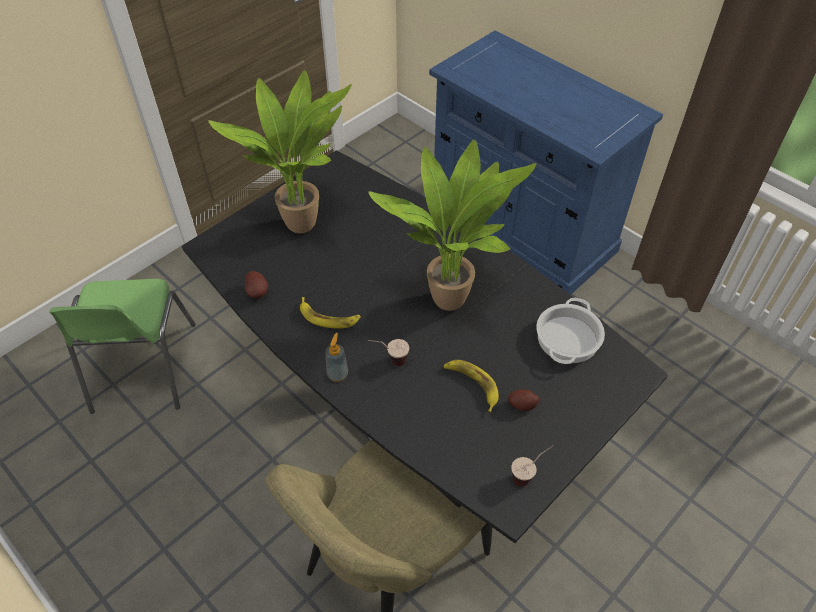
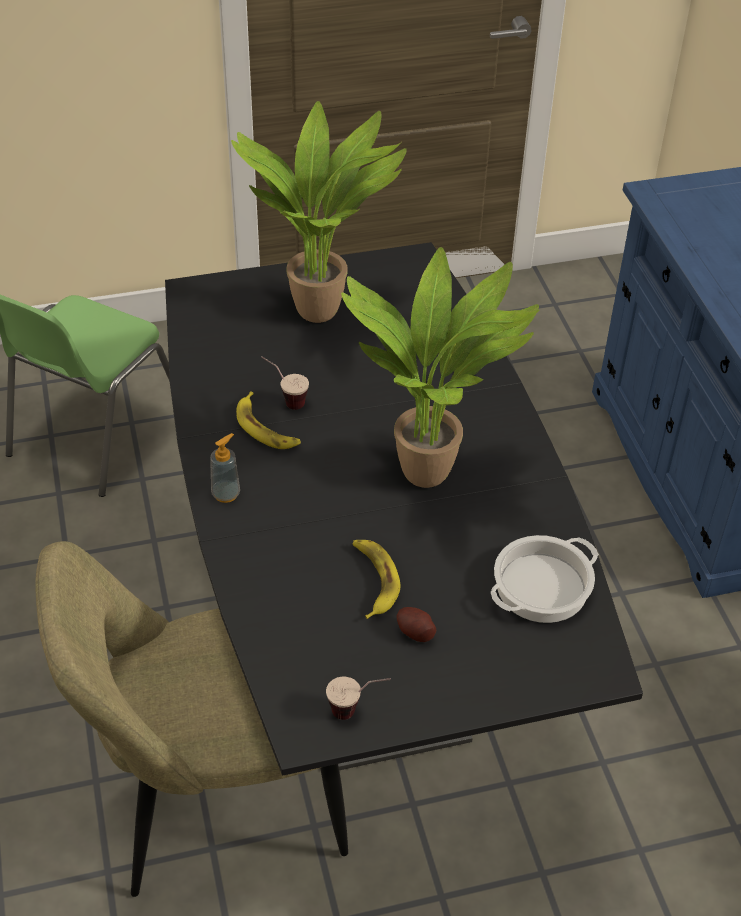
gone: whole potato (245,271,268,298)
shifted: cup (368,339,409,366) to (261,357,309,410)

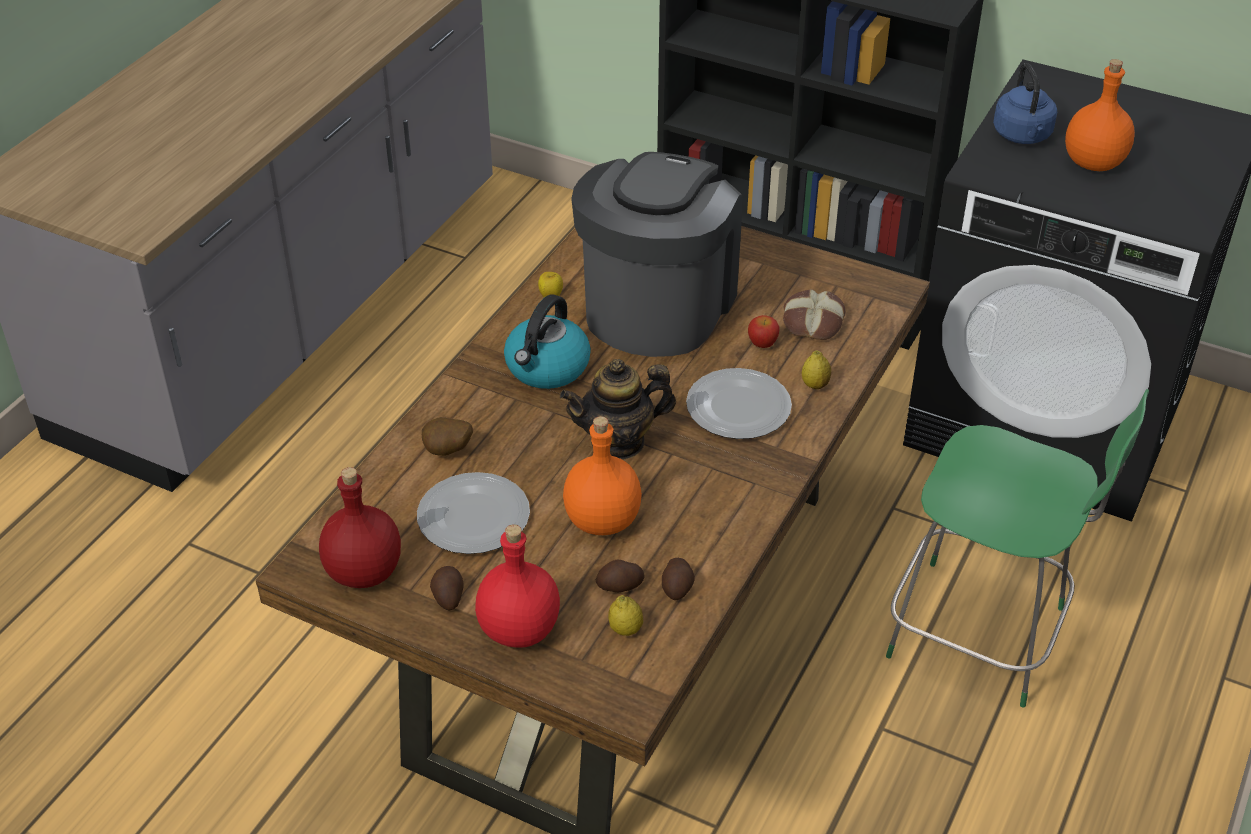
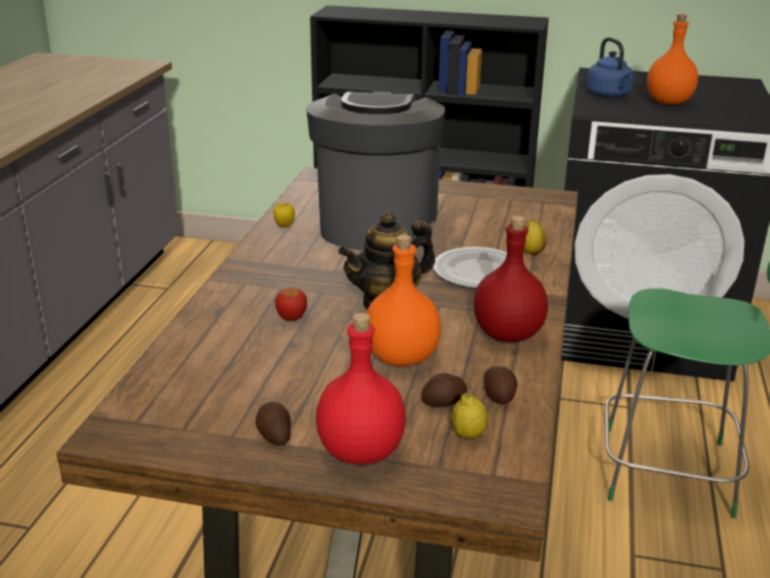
gone: bakery bread (783,289,845,340); water kettle (504,294,591,389); whole potato (422,417,473,456); dinner plate (417,472,530,554)
shifted: whole apple (748,315,780,348) to (275,288,307,321); beverage bottle (red) (319,467,401,588) to (474,216,548,342)

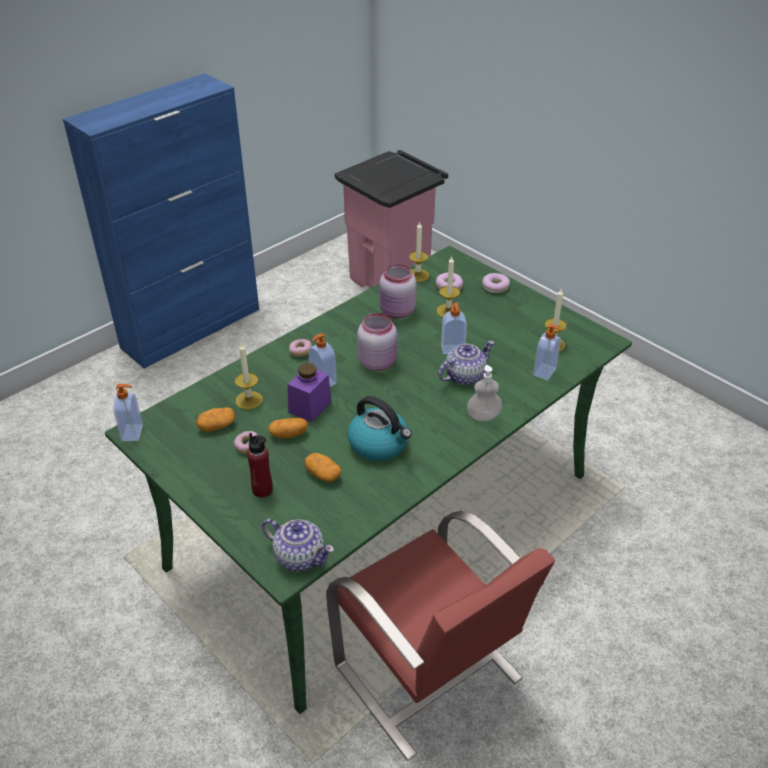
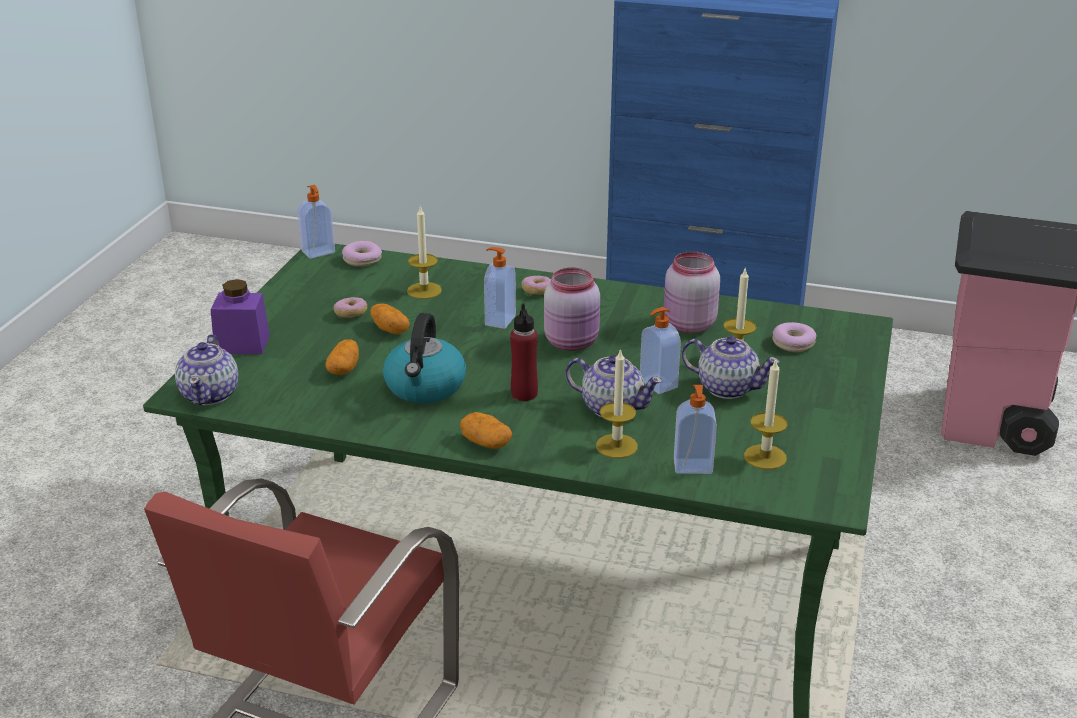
gone: liquid soap bottle (467,365,502,421)
new: tea pot (682,336,780,399)
shifted: wax candle (409,222,430,282) to (596,348,638,458); doughnut (482,273,510,293) to (342,241,382,267); preserve jar (purple) (287,363,332,423) to (211,279,270,354); whole potato (196,407,235,432) to (460,412,512,449); beverage bottle (red) (247,433,273,498) to (510,304,538,401)

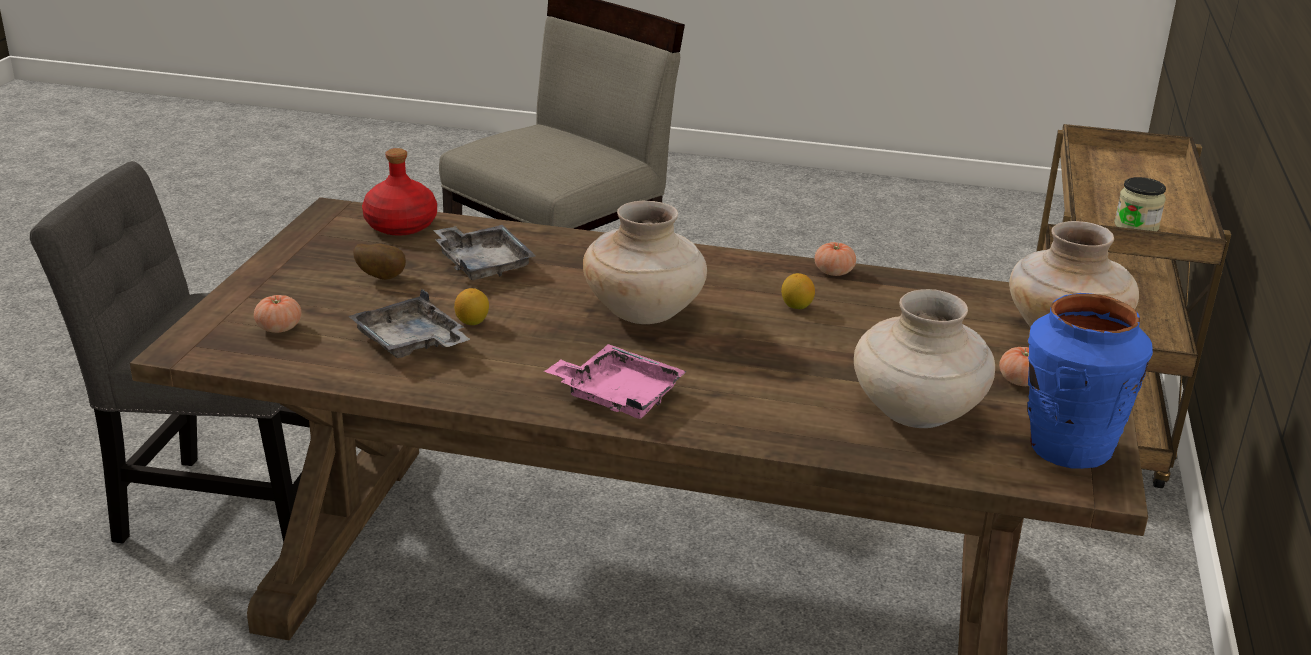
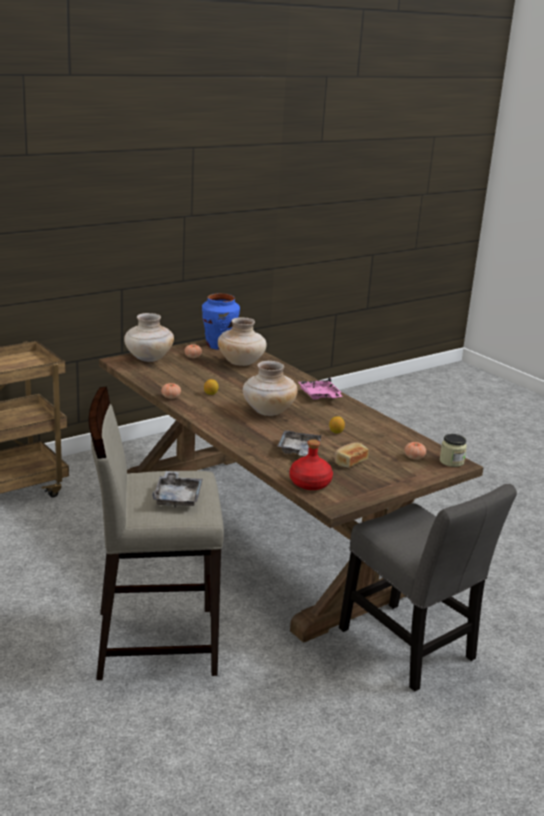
shifted: preserve jar (1114,177,1166,231) to (440,434,467,467); tray (grey) (348,289,470,358) to (152,471,203,508)
swapped: whole potato (353,244,406,280) to bakery bread (334,442,369,468)

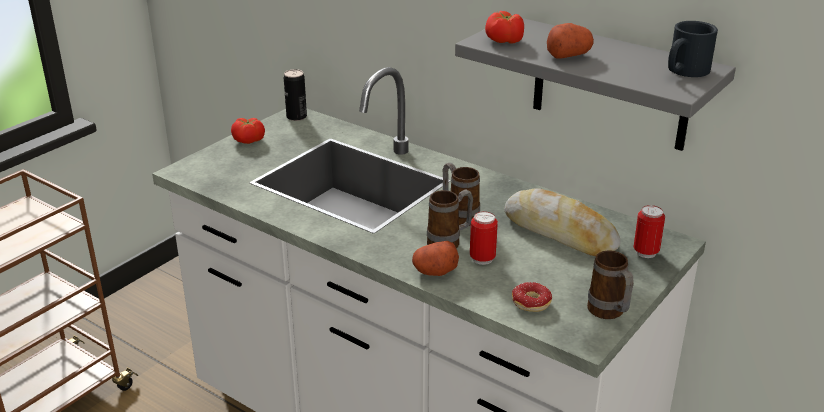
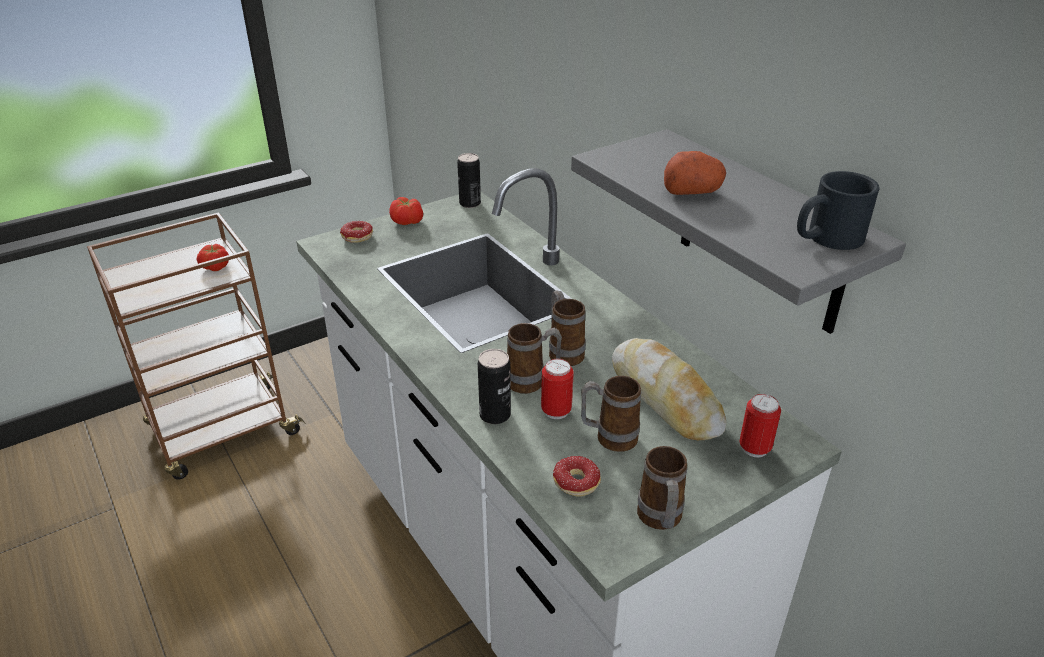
new: doughnut (340,221,373,243); mug (581,376,641,452)
shifted: tomato (485,11,524,44) to (196,244,229,271)
swapped: whole potato (412,241,459,276) to can (478,349,511,424)

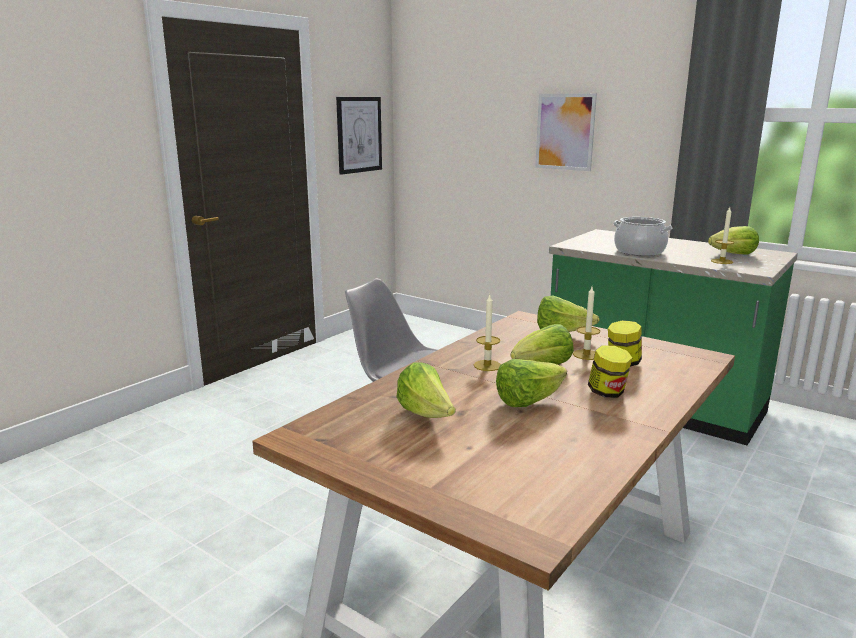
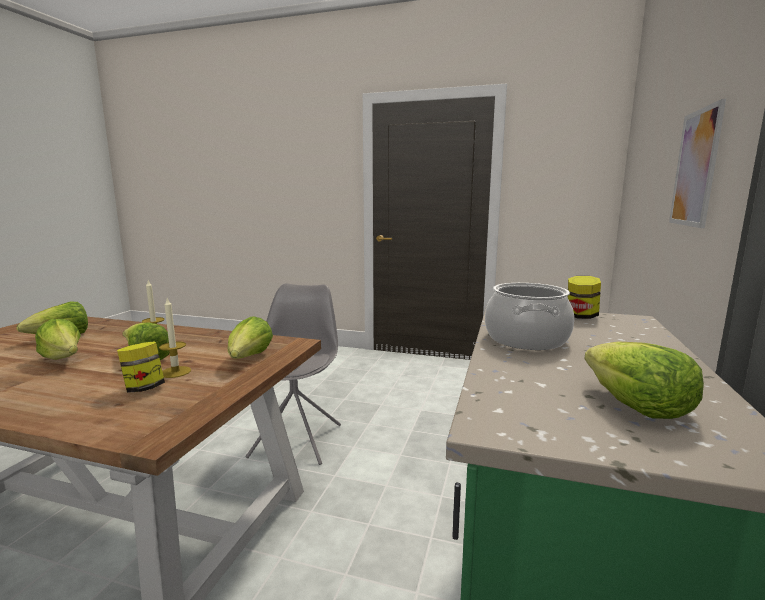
gone: picture (336,97,382,175); wax candle (711,207,734,264)
shifted: preserve jar (588,346,632,398) to (567,276,601,319)

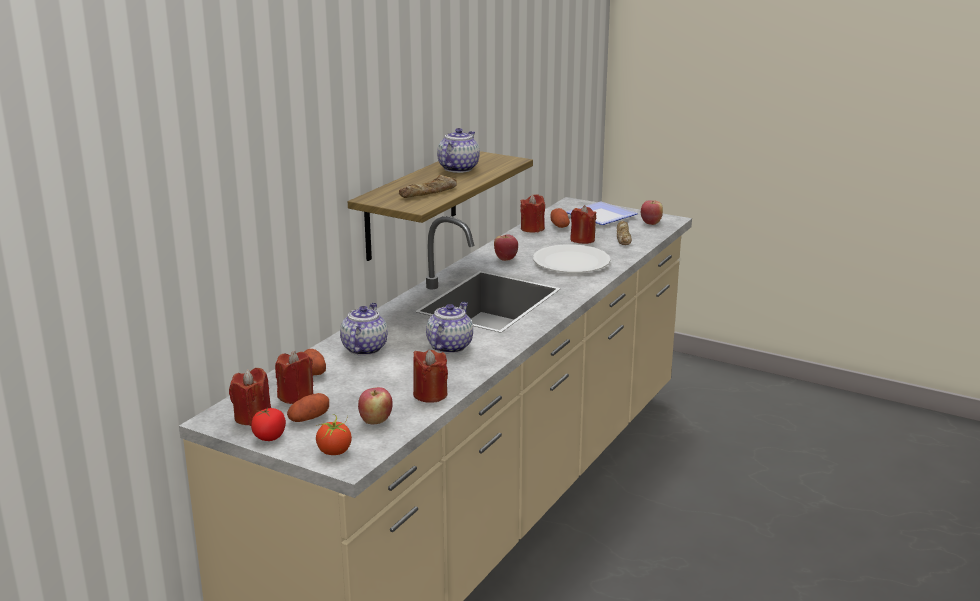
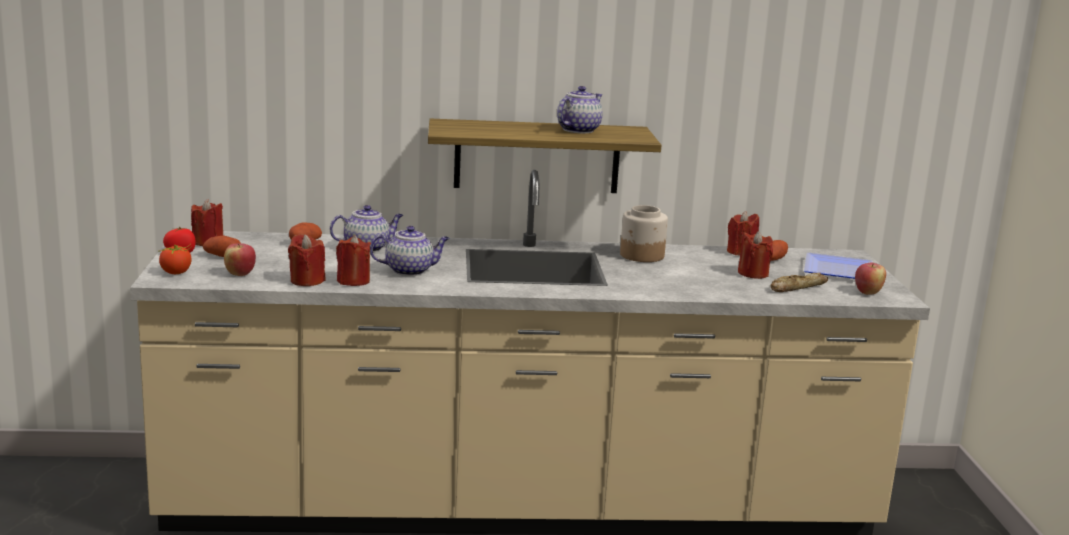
gone: bakery bread (399,175,457,198); dinner plate (whitish) (533,245,610,273)
shifted: wax candle (red) (275,351,313,404) to (336,235,371,286)
swapped: whole apple (494,234,518,261) to preserve jar (620,205,668,262)
rotated: tea pot (437,128,480,173) = (557,86,603,134) 45 degrees counterclockwise

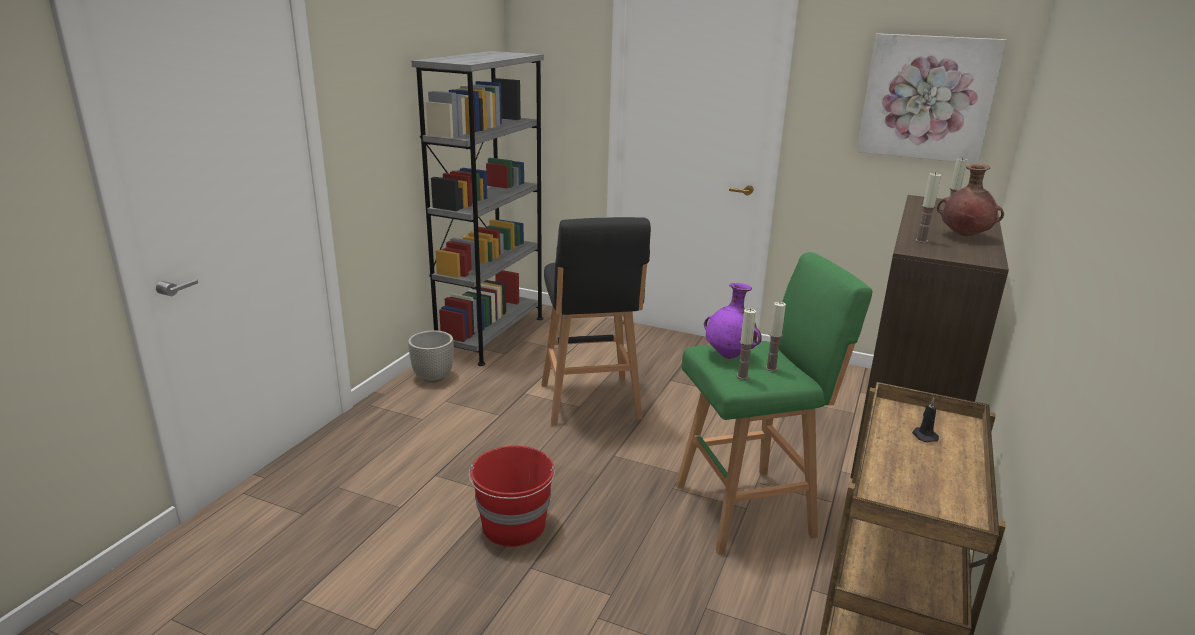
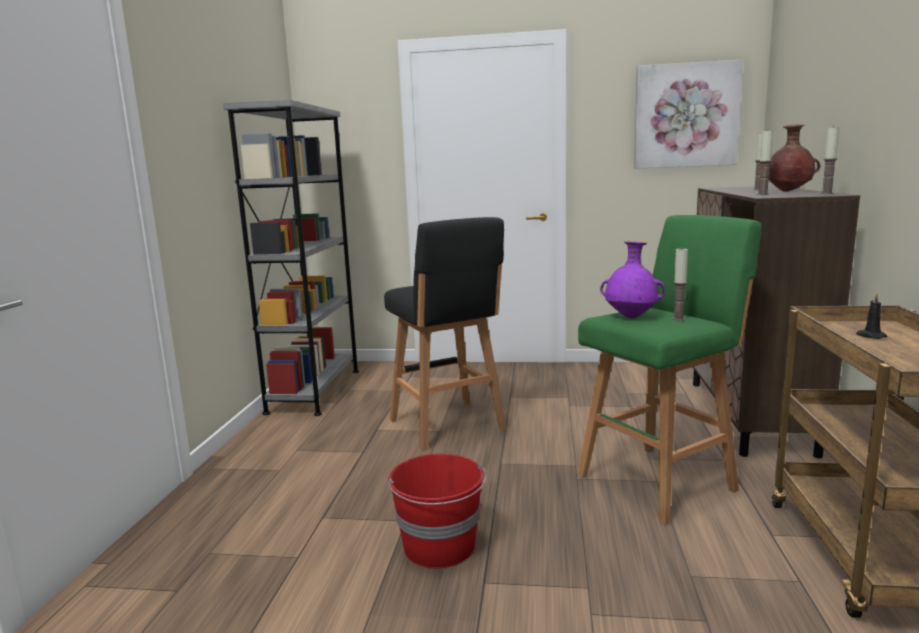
gone: flower pot (408,330,454,383)
shifted: wax candle (736,309,756,380) to (821,126,840,194)

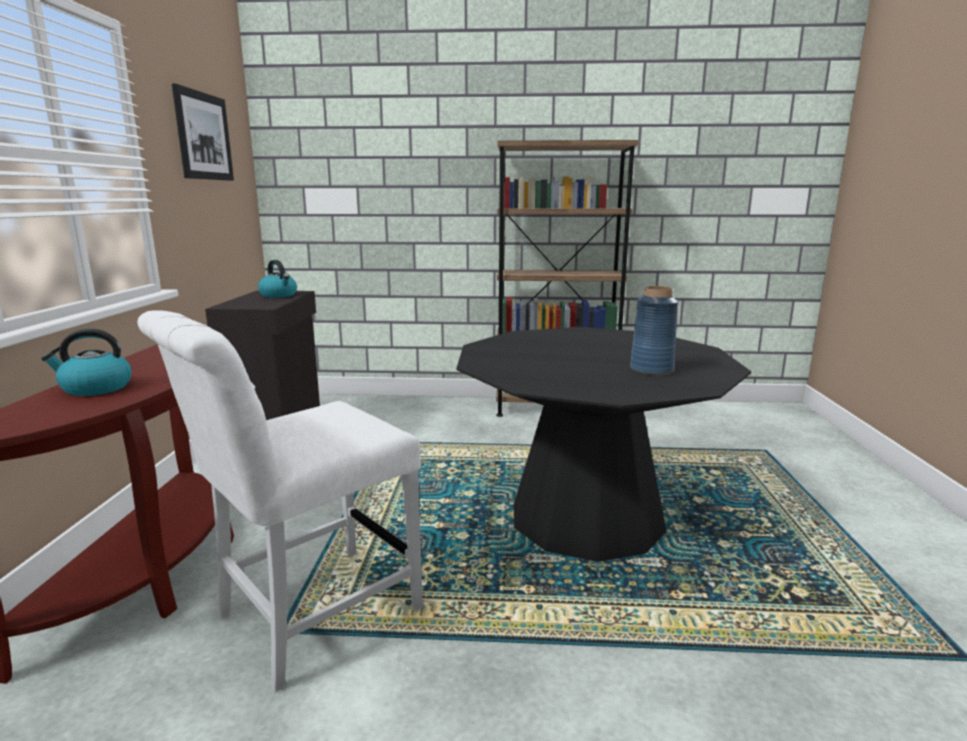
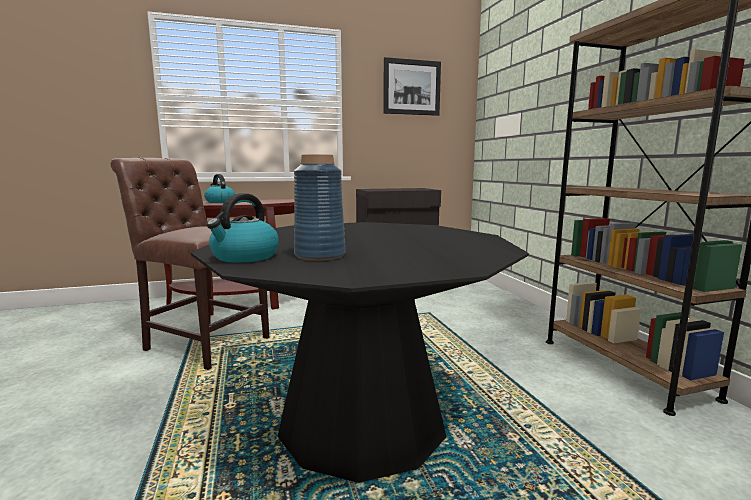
shifted: water kettle (258,260,297,298) to (207,193,279,263)
repainted: upright chair (whitish) (138,310,423,692) to upright chair (brownish) (110,158,269,370)

